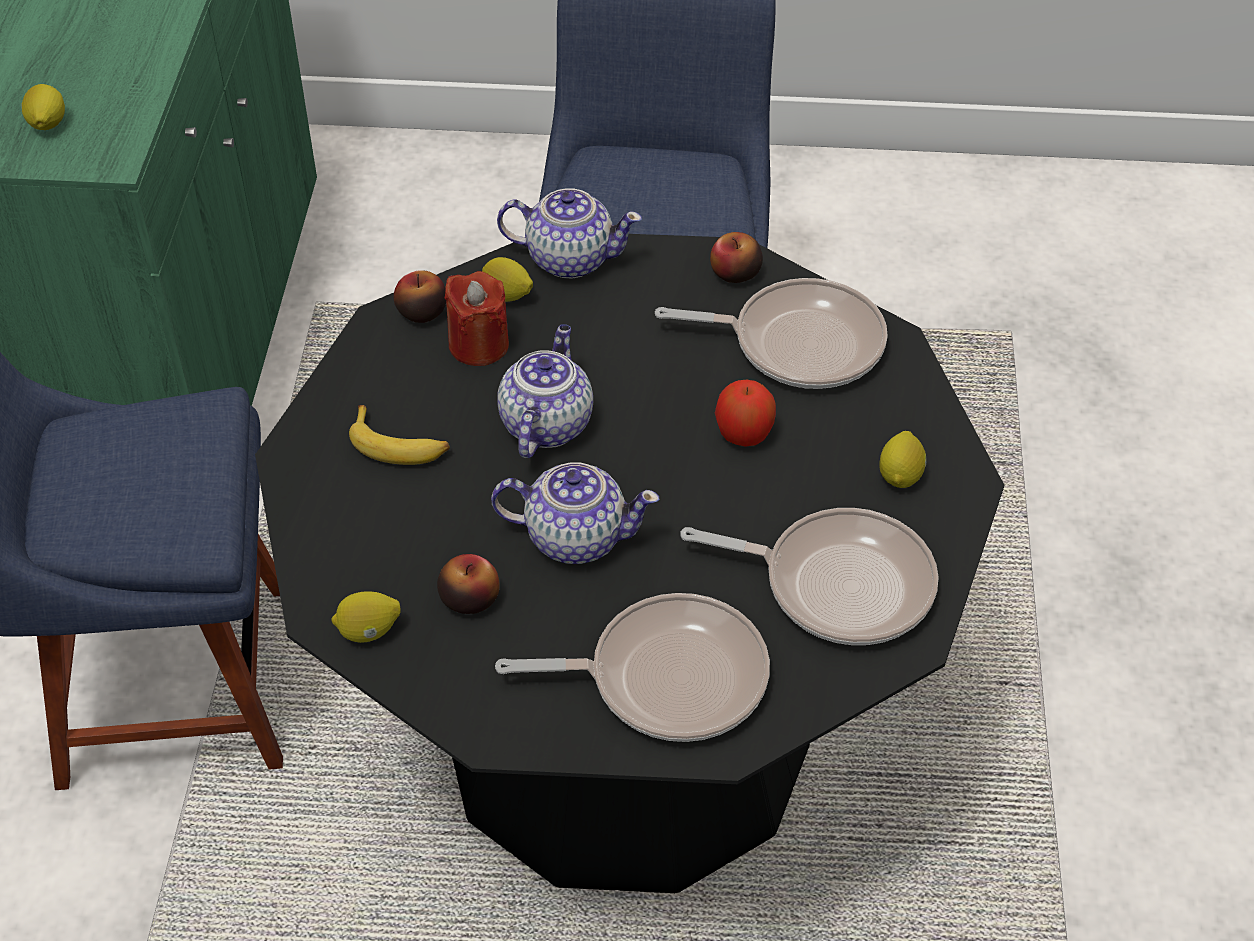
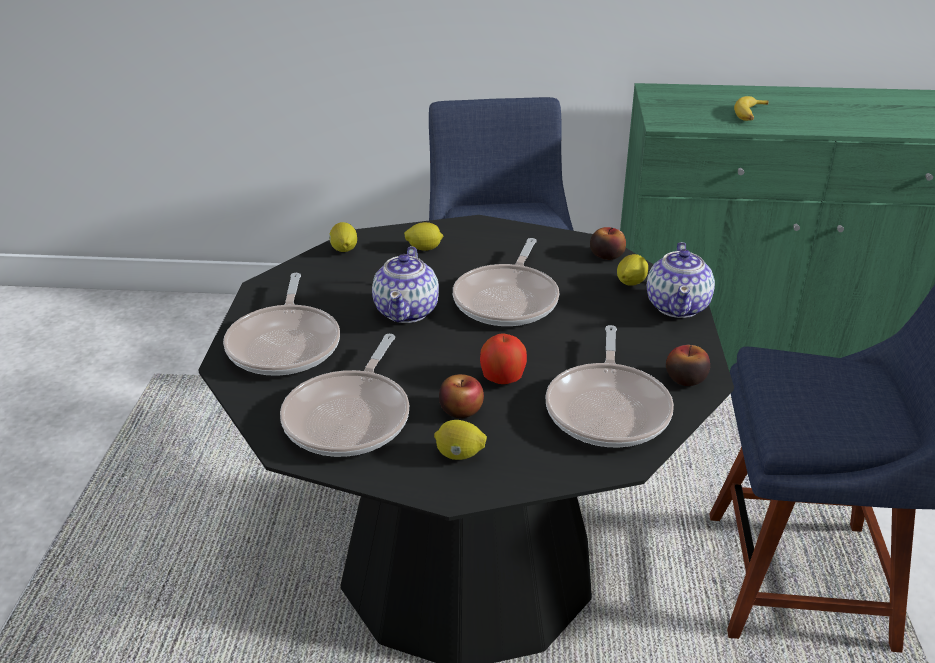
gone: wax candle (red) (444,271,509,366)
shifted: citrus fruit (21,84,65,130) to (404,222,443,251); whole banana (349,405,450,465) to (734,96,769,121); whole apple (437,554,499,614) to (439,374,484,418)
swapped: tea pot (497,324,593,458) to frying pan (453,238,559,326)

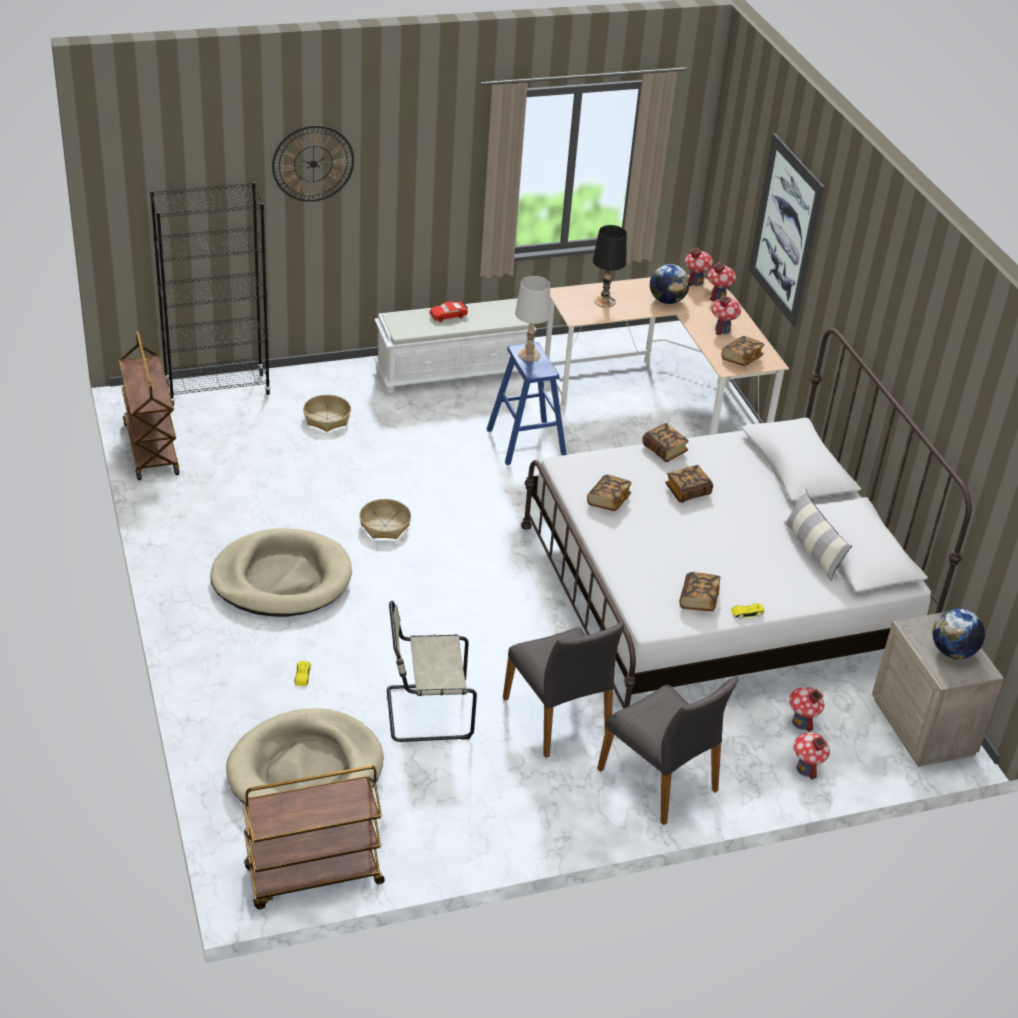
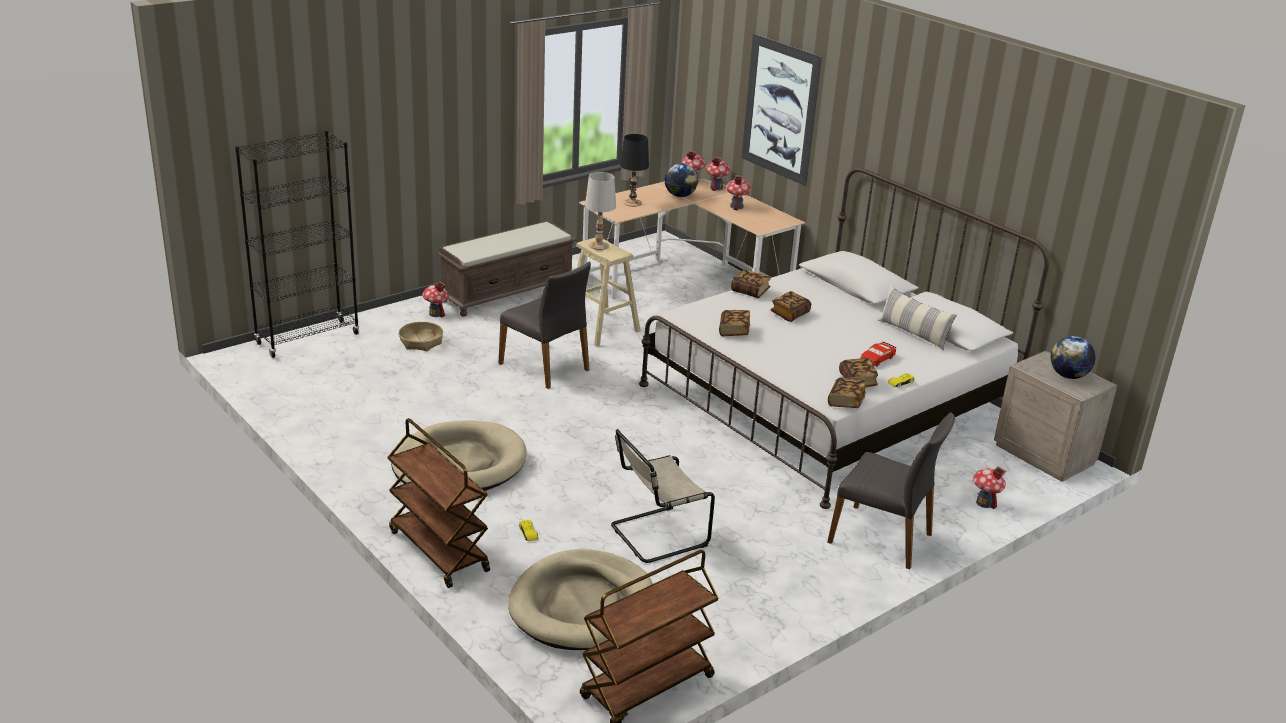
gone: hanging clock (272,125,354,202); basket (359,499,411,539)
shifted: miniature car (red) (429,301,468,322) to (861,342,896,367); wheeled cart (brownish) (119,331,179,480) to (388,418,490,588); volume (721,336,764,366) to (828,378,866,408); upright chair (grey) (503,622,624,758) to (498,262,591,389); miniature house (789,687,824,732) to (423,282,449,317)
repainted: long seat (whitish) (374,298,536,395) to long seat (brownish) (436,221,577,317); stool (blue) (487,342,567,465) to stool (sand-coloured) (576,238,640,347)

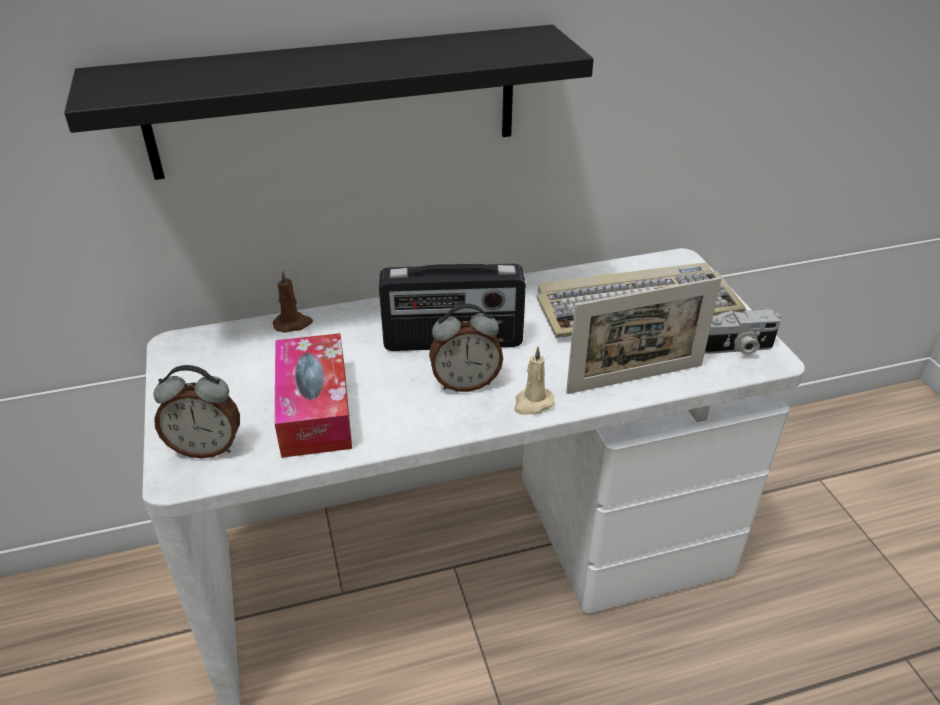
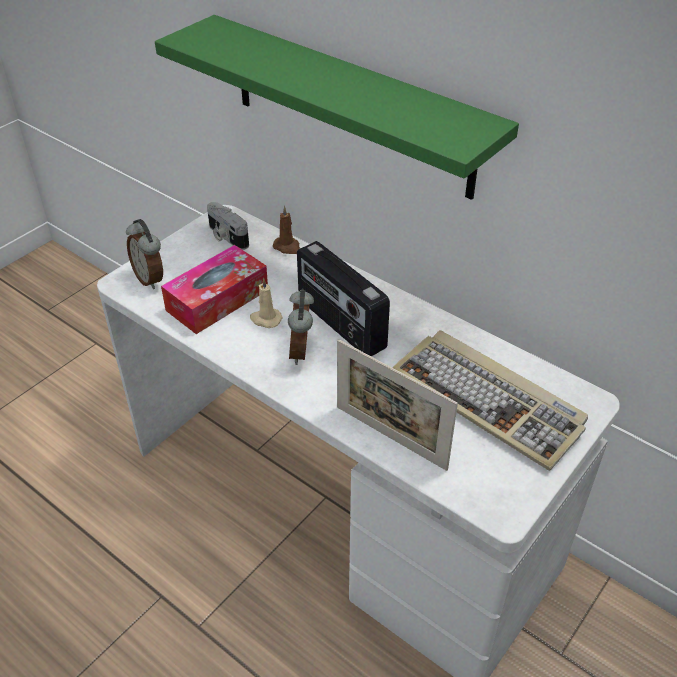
shifted: photo camera (705,309,781,355) to (207,202,249,250); wax candle (sand-coloured) (514,347,555,415) to (250,277,283,328)
repainted: wall shelf (blackish) (64,25,594,180) to wall shelf (green) (155,15,519,200)
rotated: bedside clock (429,304,503,392) = (288,289,314,365) 45 degrees clockwise

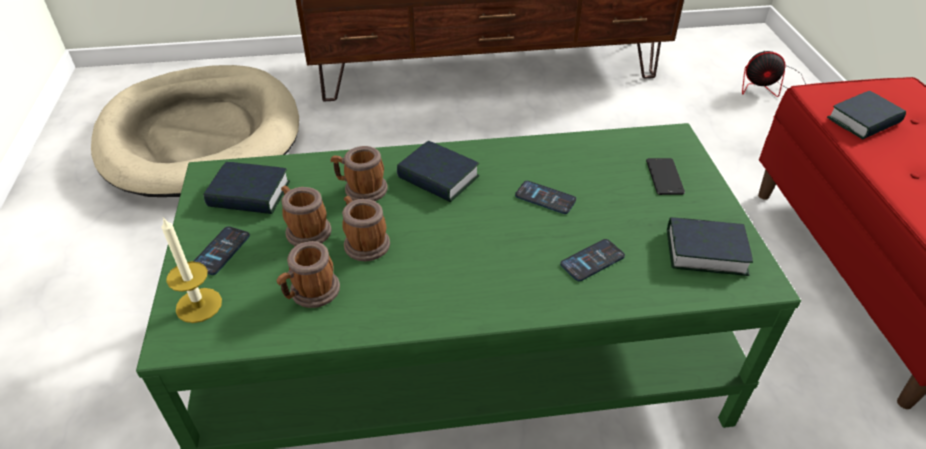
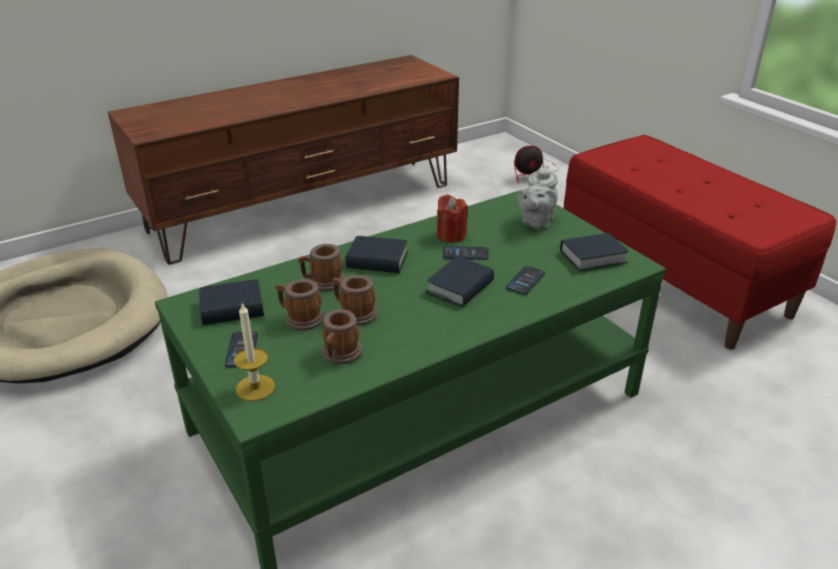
new: wax candle (red) (437,194,468,243)
shifted: volume (827,91,906,140) to (425,256,494,307)
swapped: handset (646,158,685,195) to tea pot (grey) (517,165,558,230)

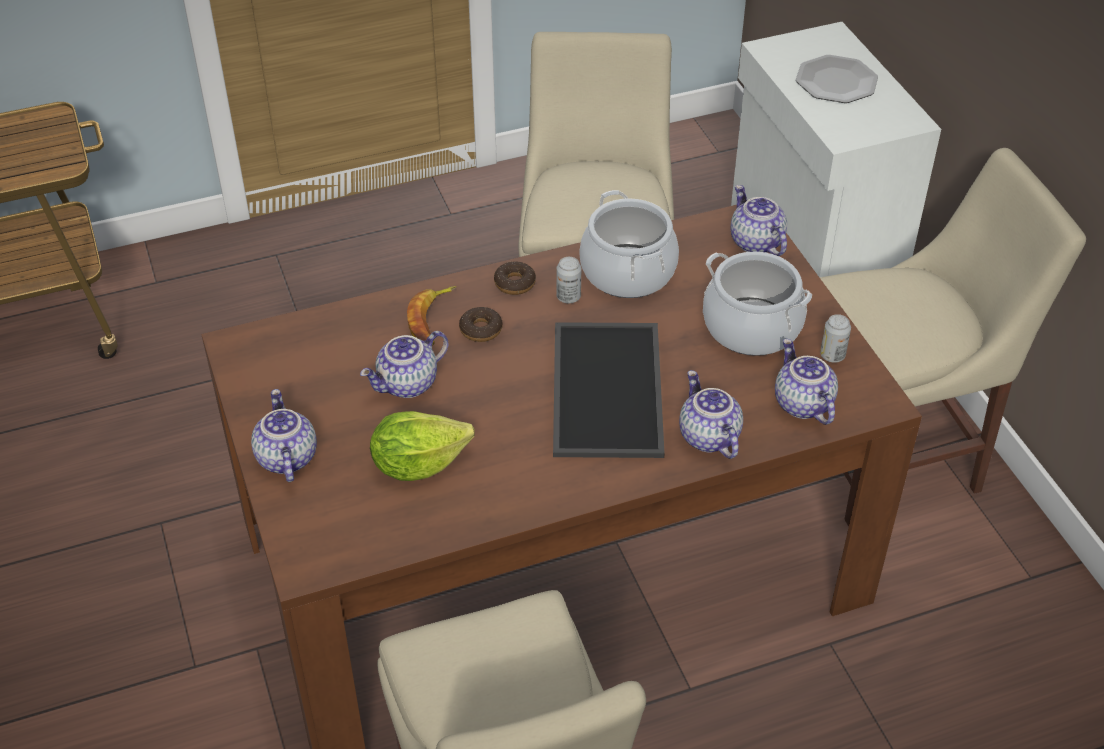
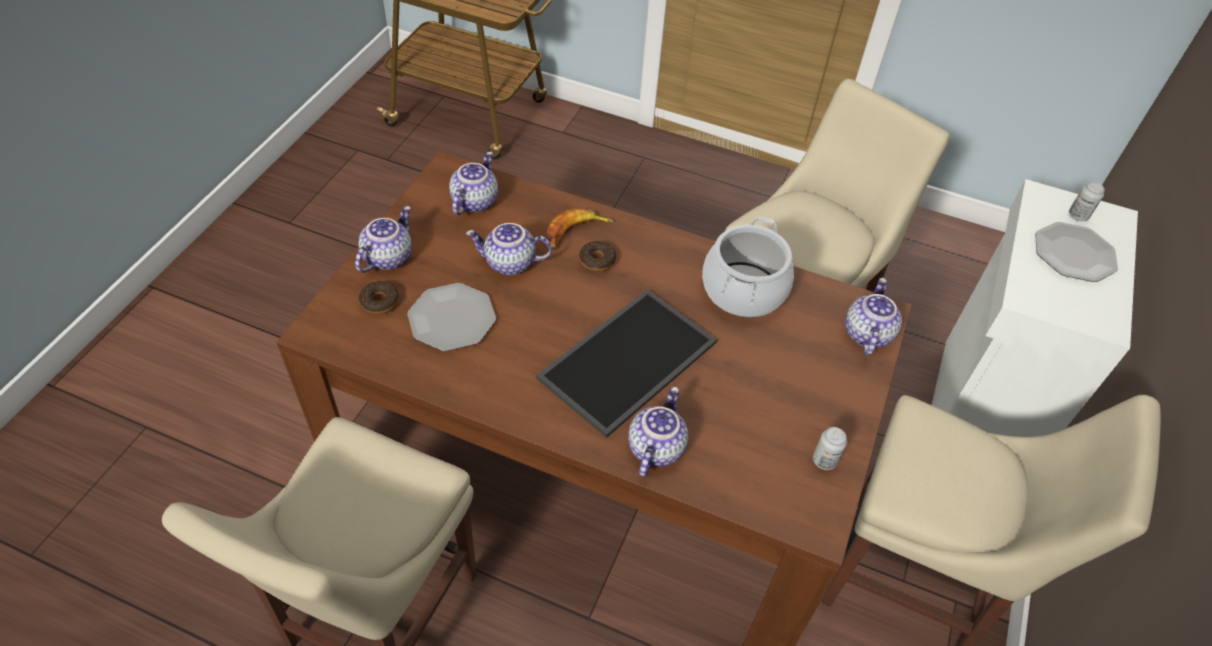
gone: saucepot (703,252,812,356)
shifted: can (556,257,581,303) to (1069,182,1105,221); doughnut (494,261,536,295) to (359,281,399,314); tea pot (775,339,838,425) to (449,151,498,215)
swapped: lettuce (370,411,475,481) to dinner plate (407,283,496,351)

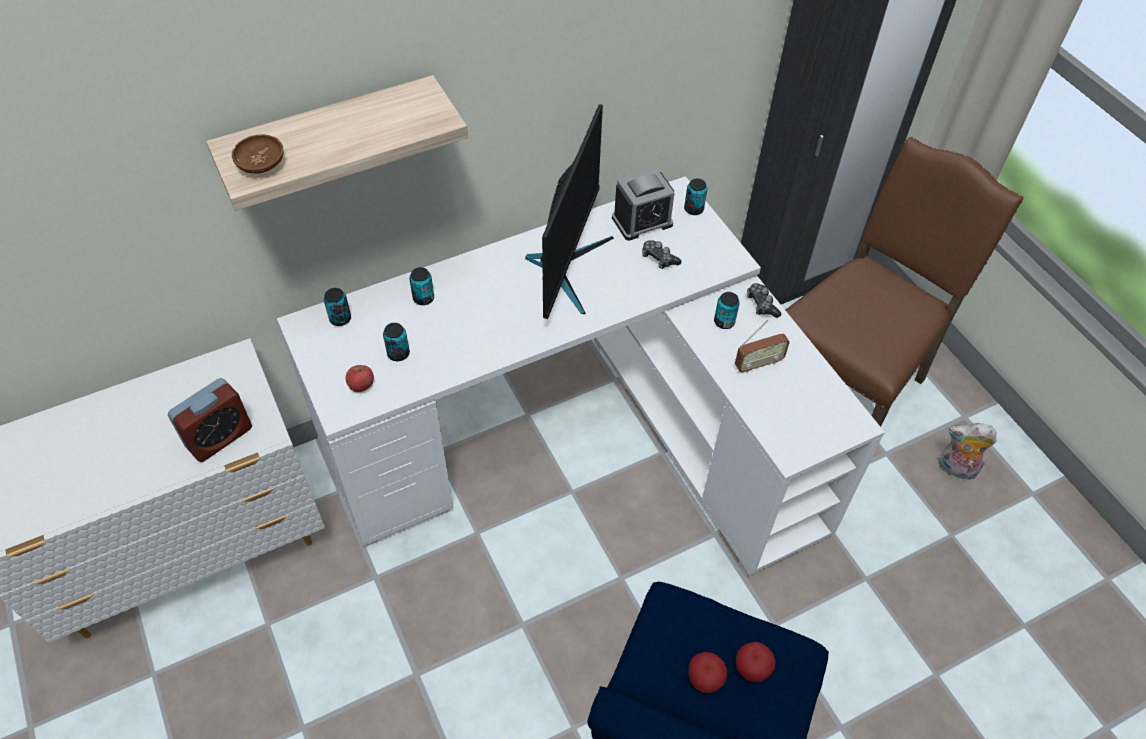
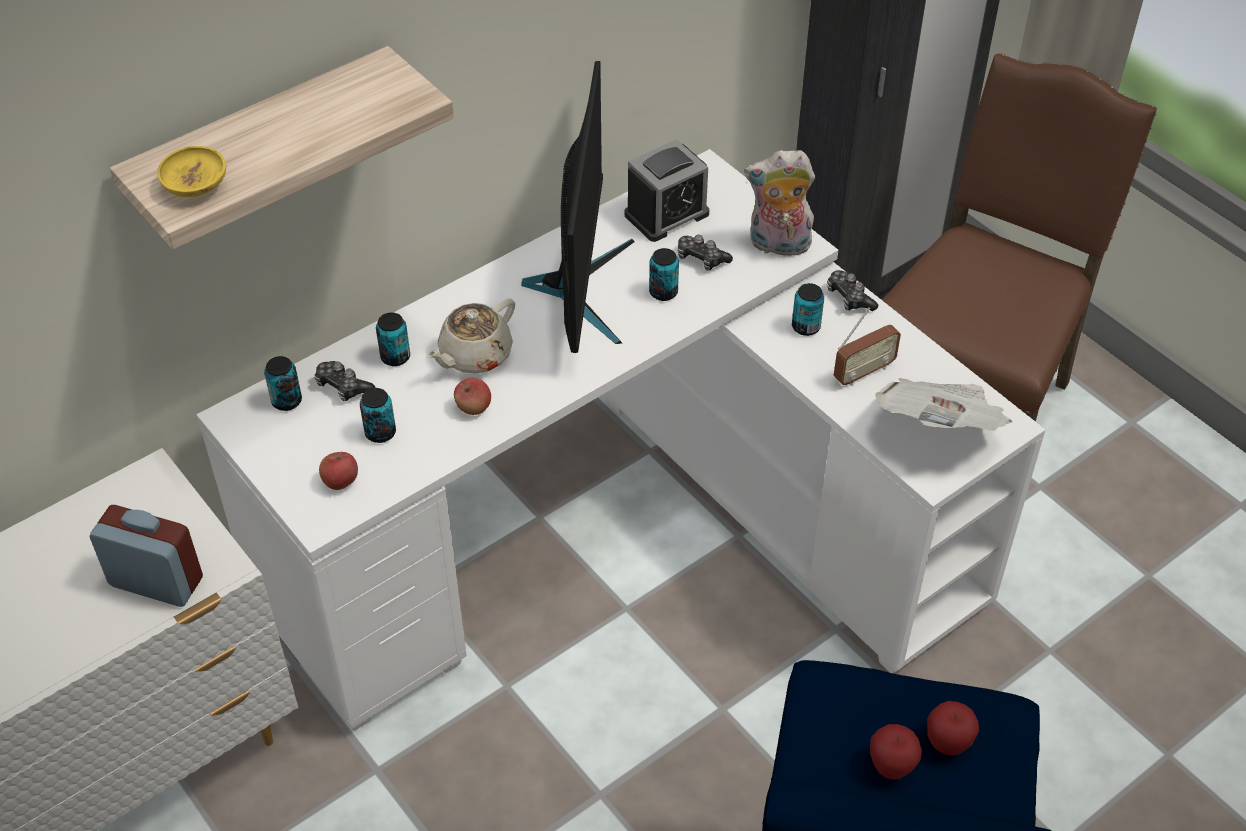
new: tea pot (sand-coloured) (426,298,515,374); game controller (314,361,375,401); whole apple (454,378,491,415); printed paper (875,378,1012,430)
shifted: can (684,179,707,215) to (649,248,679,301); soft toy (939,423,997,480) to (744,150,815,260)
repainted: bowl (brownish) (232,134,283,174) to bowl (yellow) (157,146,226,197)
rotated: bedside clock (168,378,252,462) = (90,505,203,607) 105 degrees counterclockwise

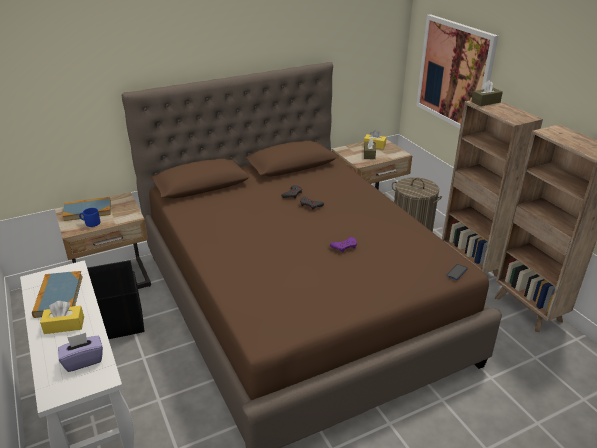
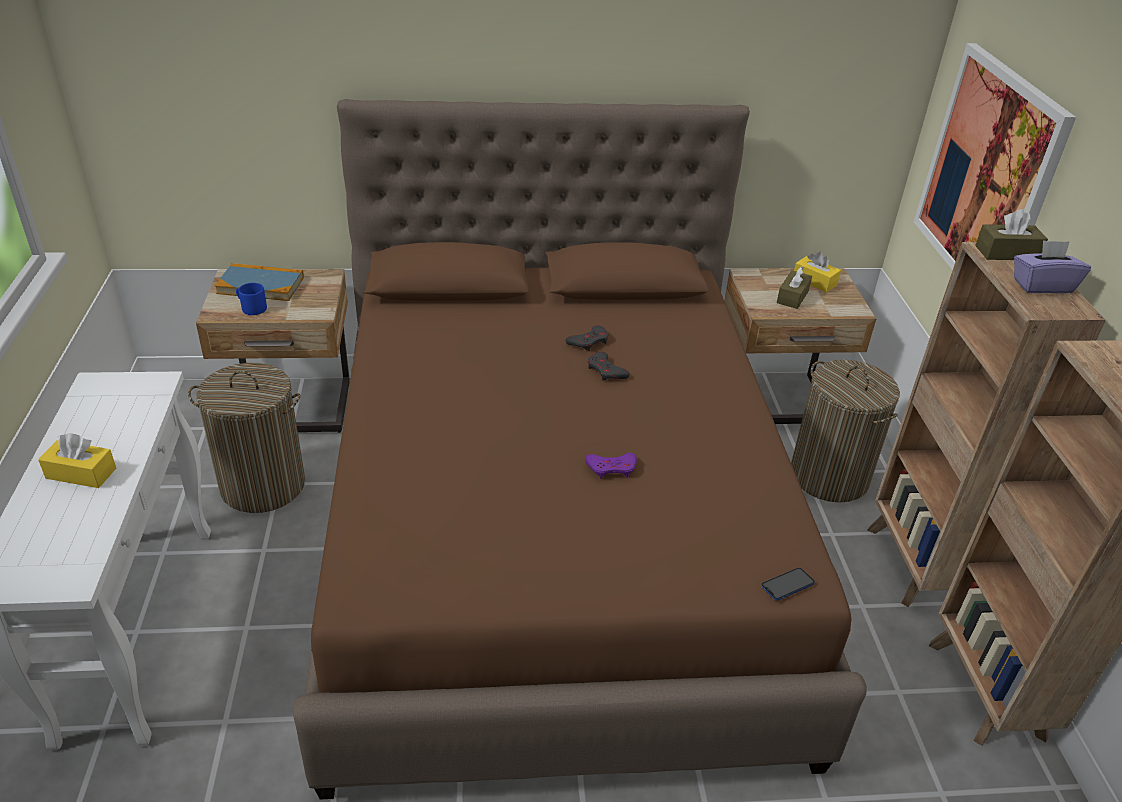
gone: volume (32,271,83,318)
shifted: tissue holder (purple) (58,333,103,372) to (1014,240,1091,293)
swapped: storage box (blackish) (87,260,145,339) to hamper (188,363,305,513)

